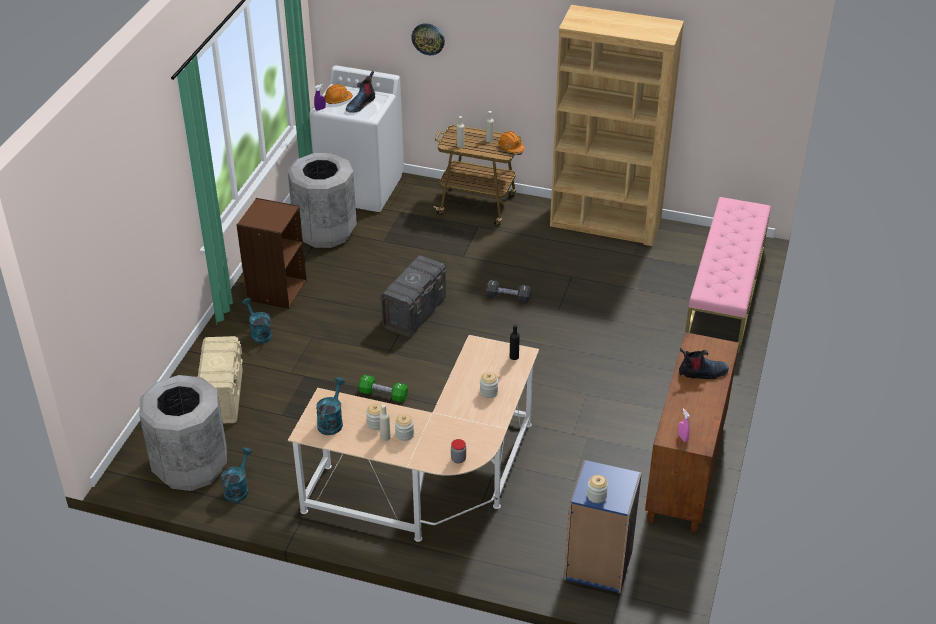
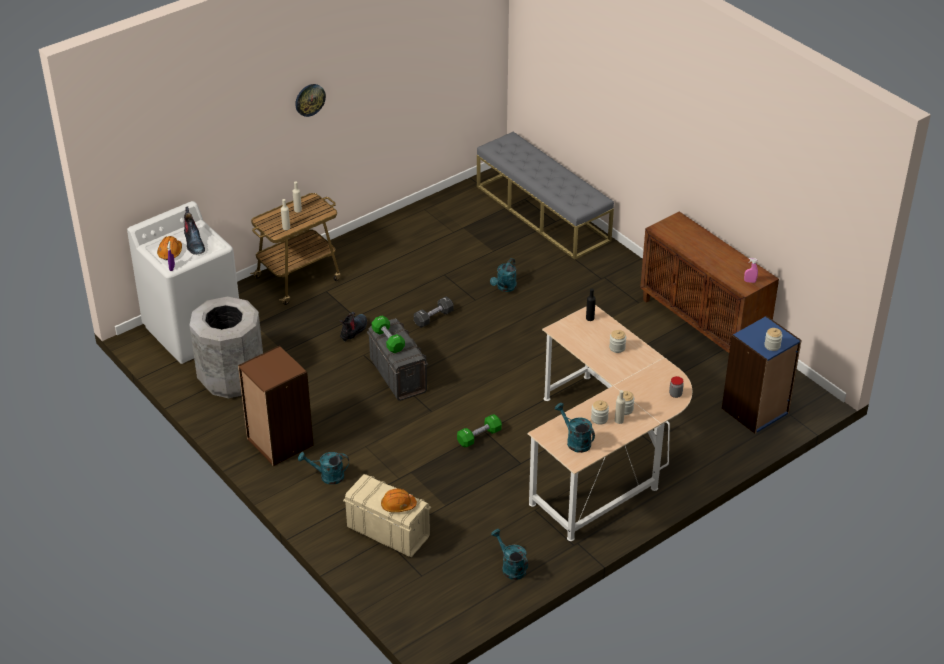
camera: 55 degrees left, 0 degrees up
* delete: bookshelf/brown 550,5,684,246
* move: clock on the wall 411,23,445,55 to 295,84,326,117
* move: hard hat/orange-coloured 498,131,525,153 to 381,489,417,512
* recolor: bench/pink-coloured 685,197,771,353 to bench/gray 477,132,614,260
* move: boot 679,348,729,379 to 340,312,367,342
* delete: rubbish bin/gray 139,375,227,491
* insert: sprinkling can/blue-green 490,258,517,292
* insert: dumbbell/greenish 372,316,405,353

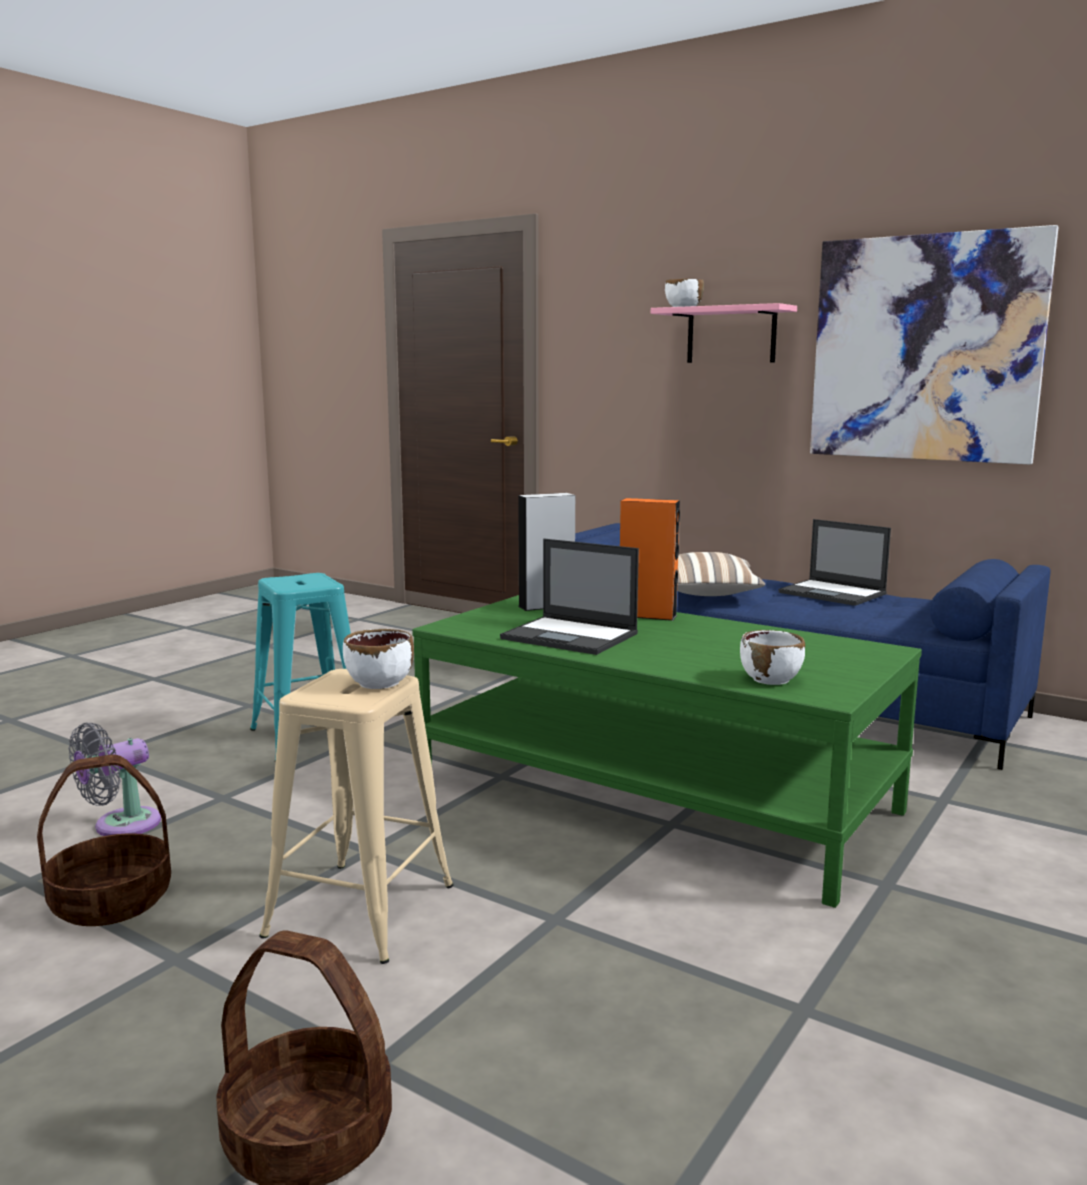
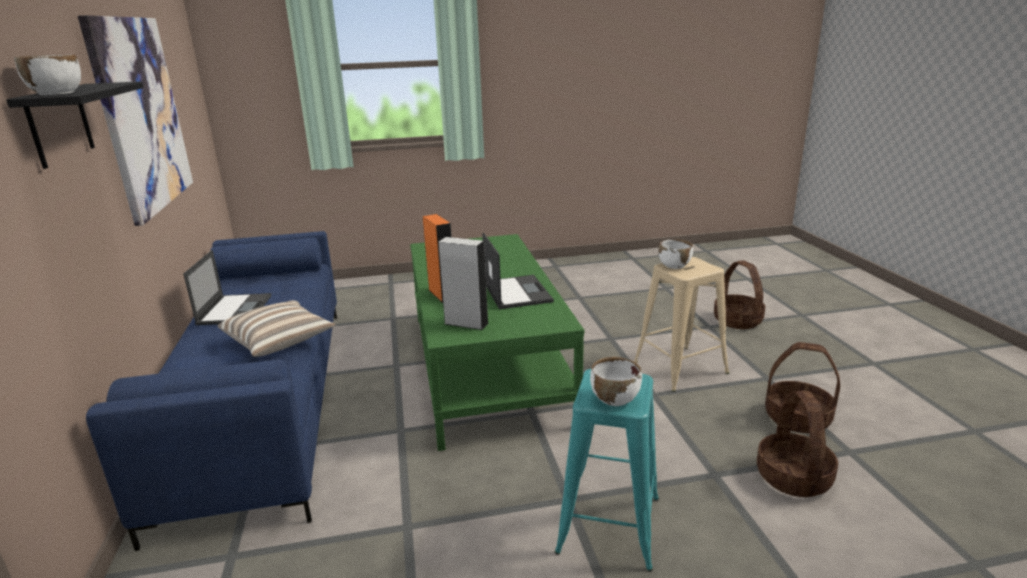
camera: 135 degrees left, 10 degrees up
* recolor: bracket shelf/pink-coloured 651,303,797,363 to bracket shelf/black 6,81,143,169
* move: deep dish/white 740,630,805,685 to 590,357,642,406
* replace: cooling fan/gray 69,723,161,836 to basket 757,391,838,497

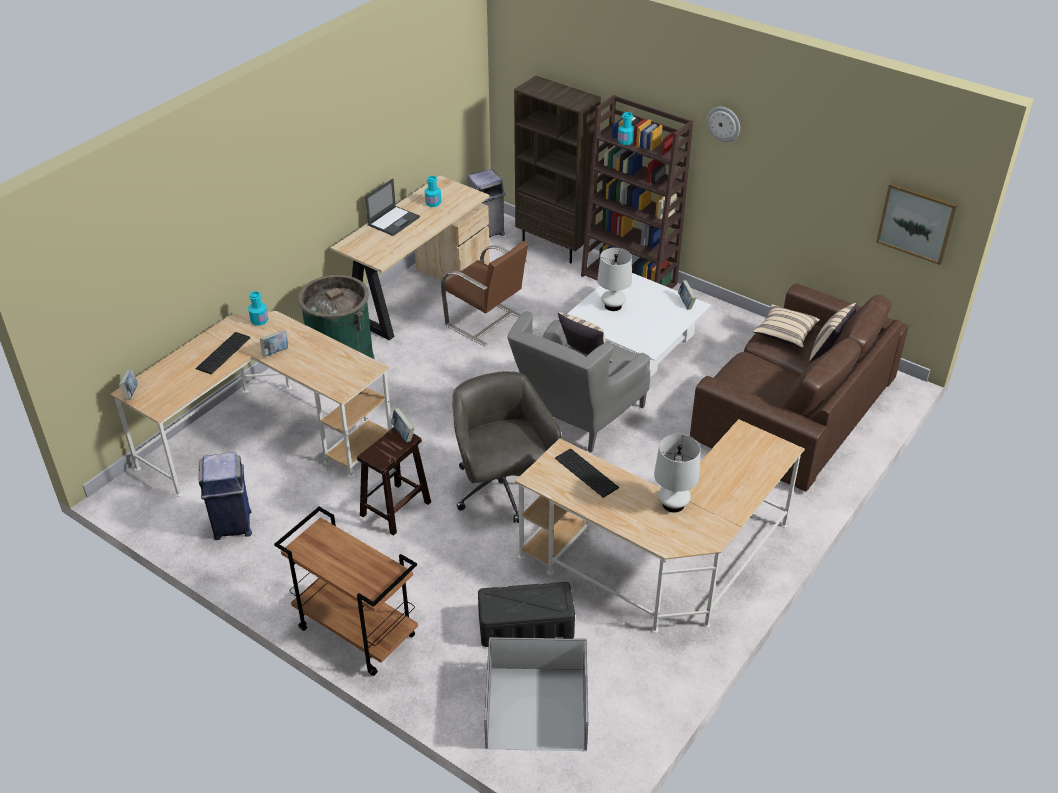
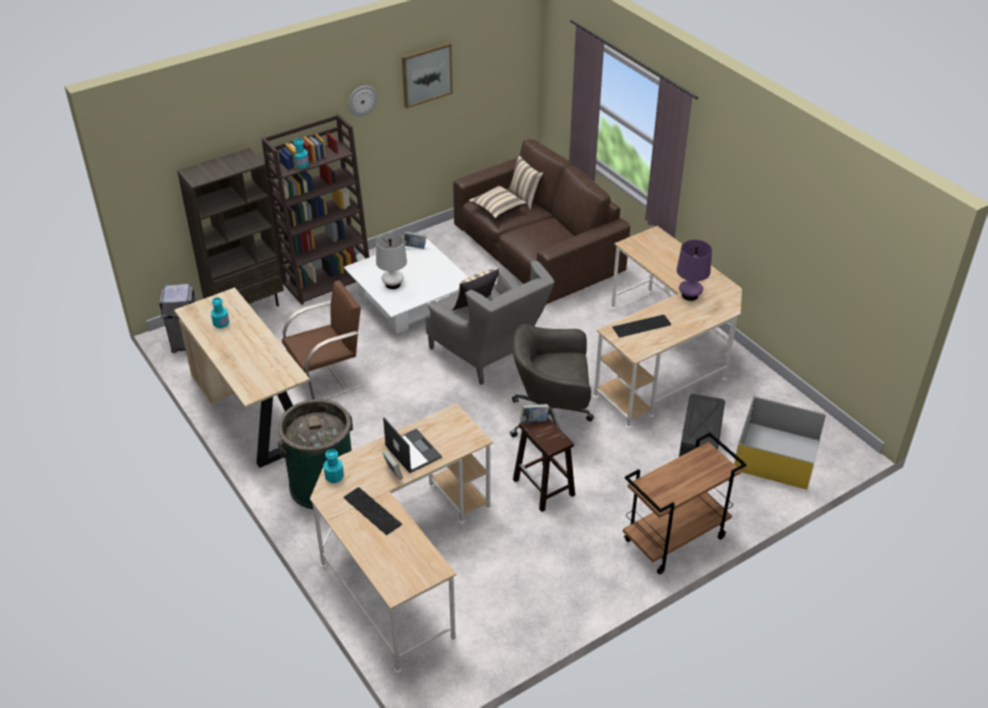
camera: 70 degrees left, 0 degrees up
* move: portable computer 365,179,420,236 to 383,417,442,473
* move: wall art 876,183,958,265 to 402,43,453,108
* delete: book 119,369,138,401
* recolor: table lamp/white 654,434,701,512 to table lamp/purple 677,240,712,301
* delete: rubbish bin/blue-coloured 199,452,252,540

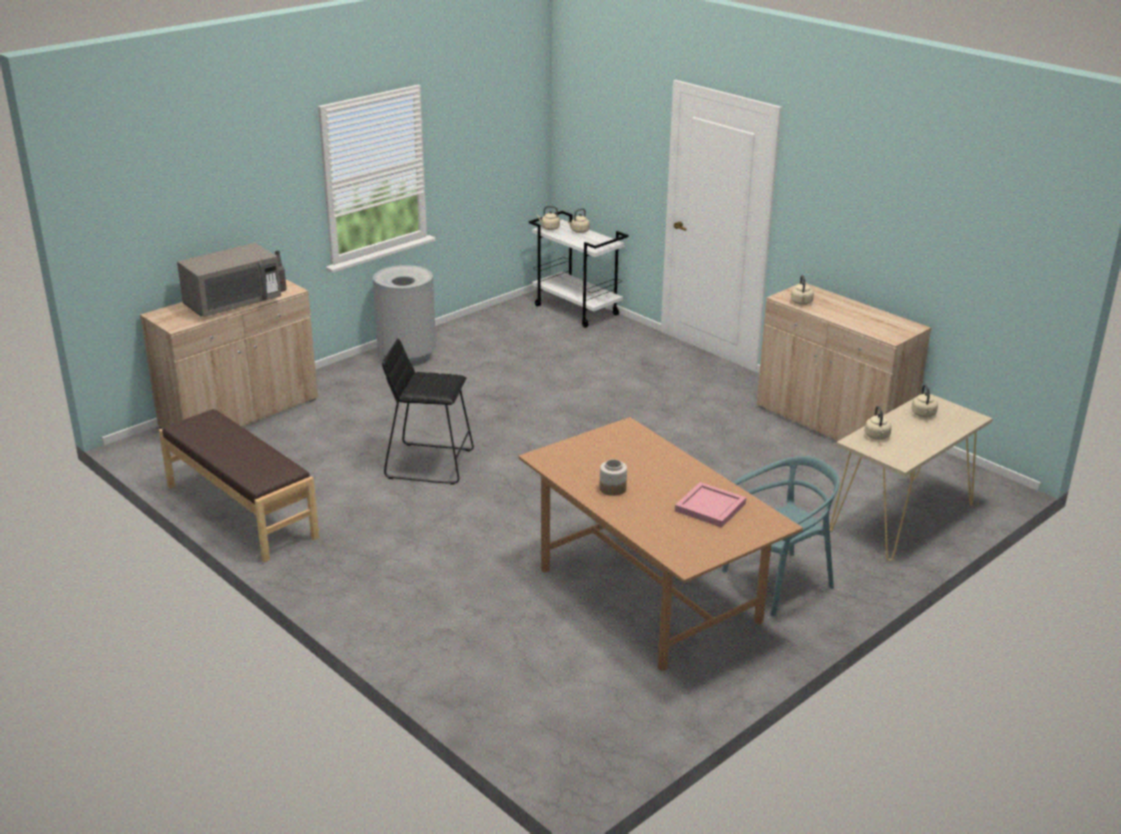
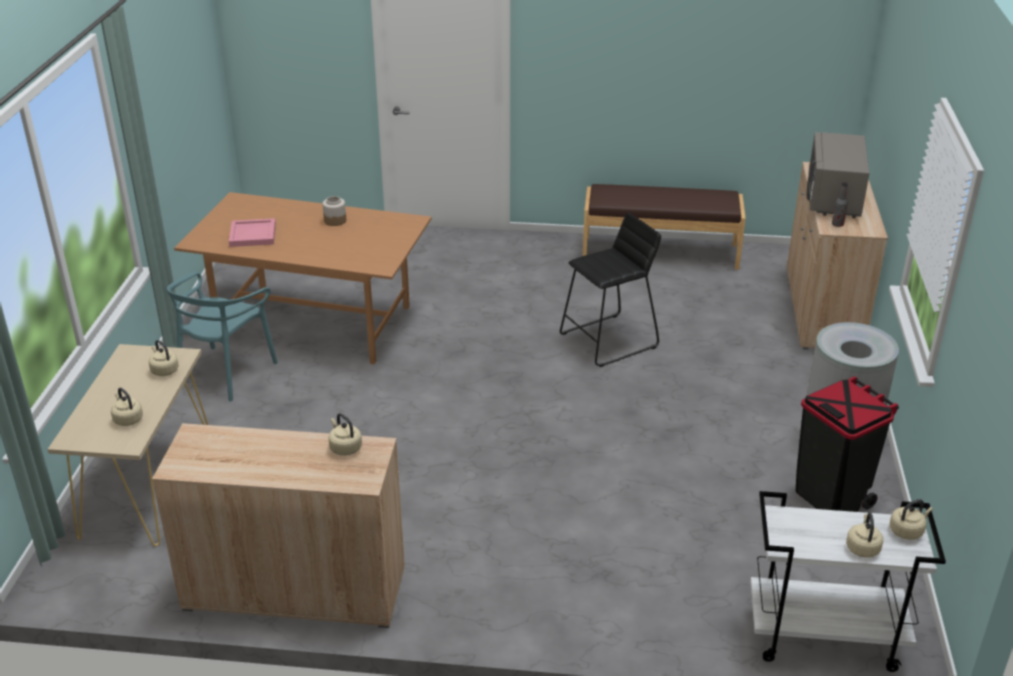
camera: 140 degrees right, 5 degrees up
* insert: rubbish bin/black 795,377,899,512

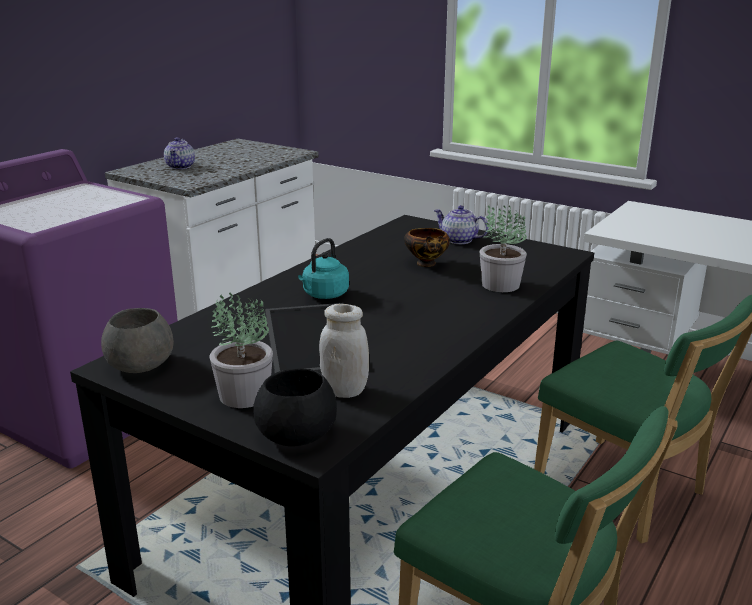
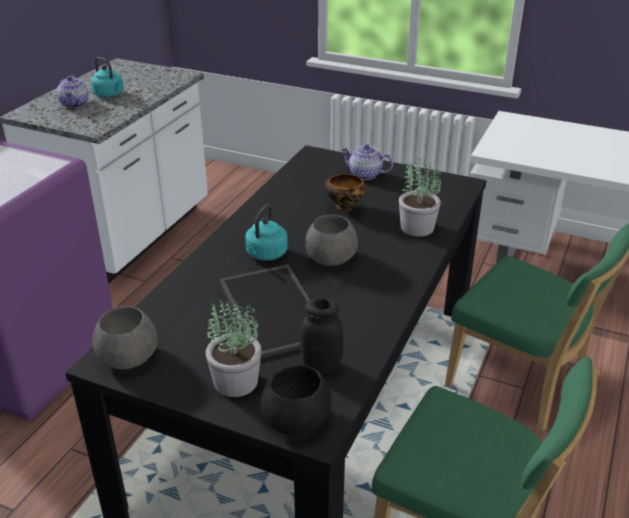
camera: 10 degrees left, 10 degrees up
* recolor: preserve jar/white 319,304,369,398 to preserve jar/black 300,298,344,375
* insert: kettle/blue-green 91,57,124,97
* insert: deep dish/gray 305,215,358,266

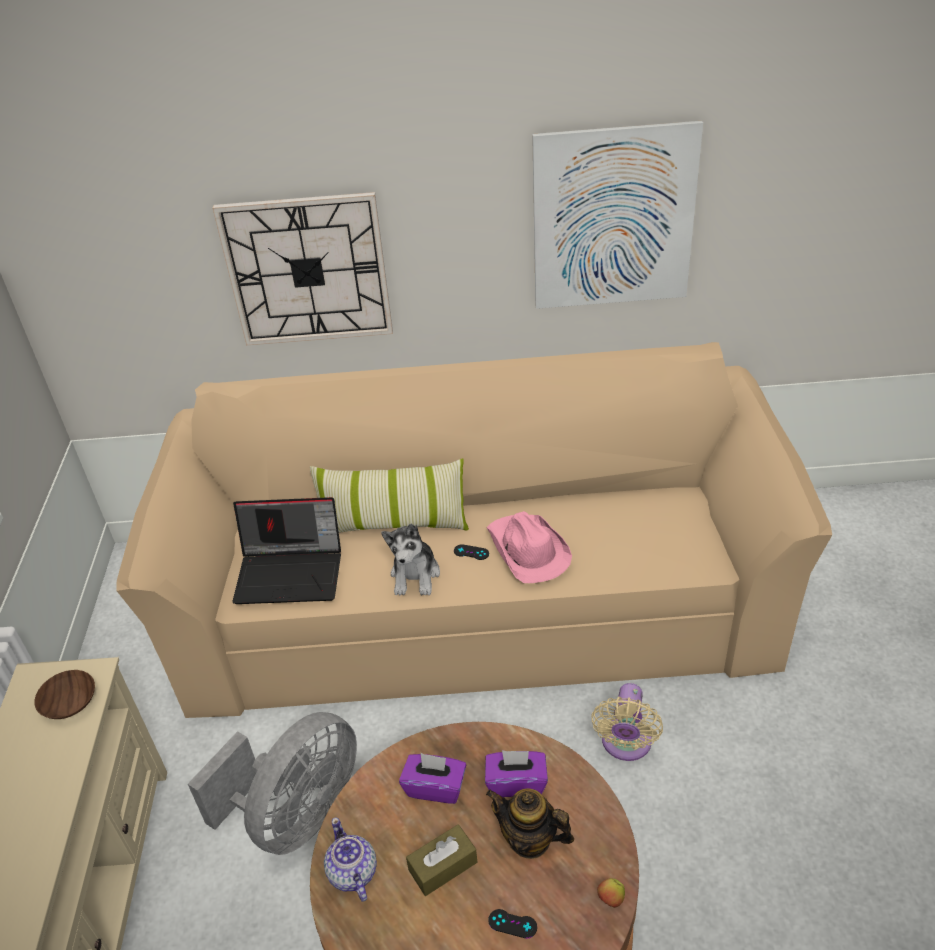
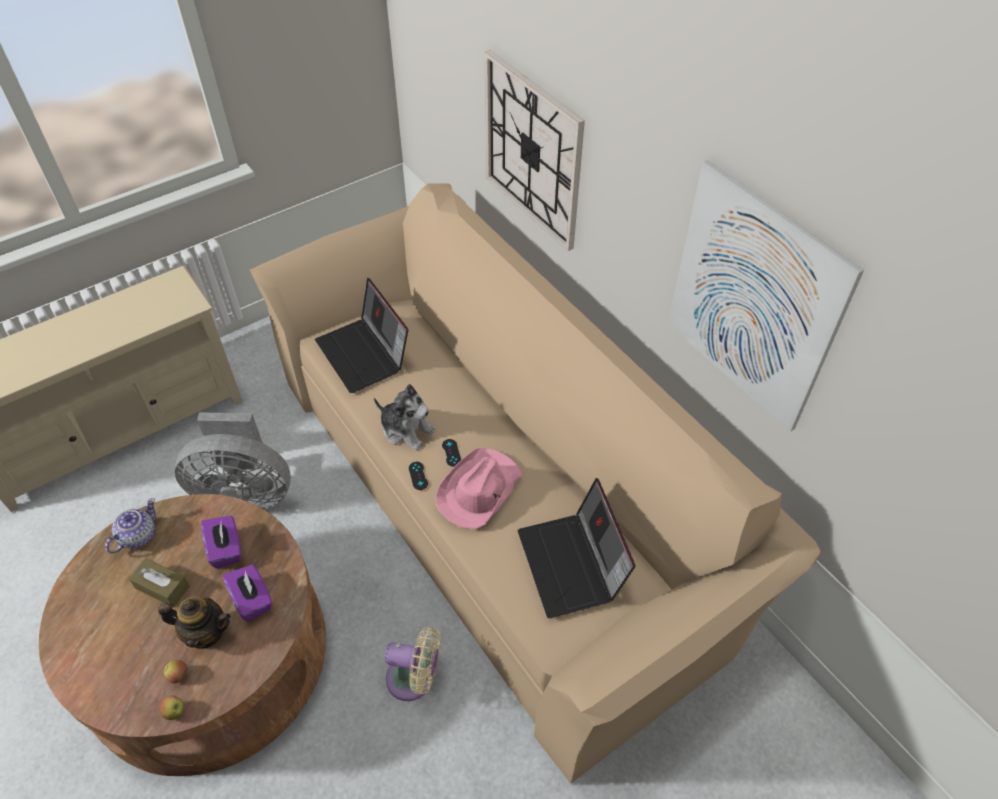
camera: 55 degrees right, 10 degrees up
* delete: cushion 310,458,469,533
* rotate: plush toy 381,523,440,596 = 374,384,435,450 120 degrees counterclockwise
* delete: deep dish/brown 34,670,95,719
* rotate: cooling fan/sand-coloured 591,683,663,761 = 385,627,441,701 150 degrees counterclockwise
* rotate: tea pot 486,788,574,859 = 158,596,231,649 105 degrees clockwise
* move: joypad/black 488,909,537,938 to 409,462,428,490
* insert: portable computer 518,478,635,618
* insert: whole apple 164,660,187,683

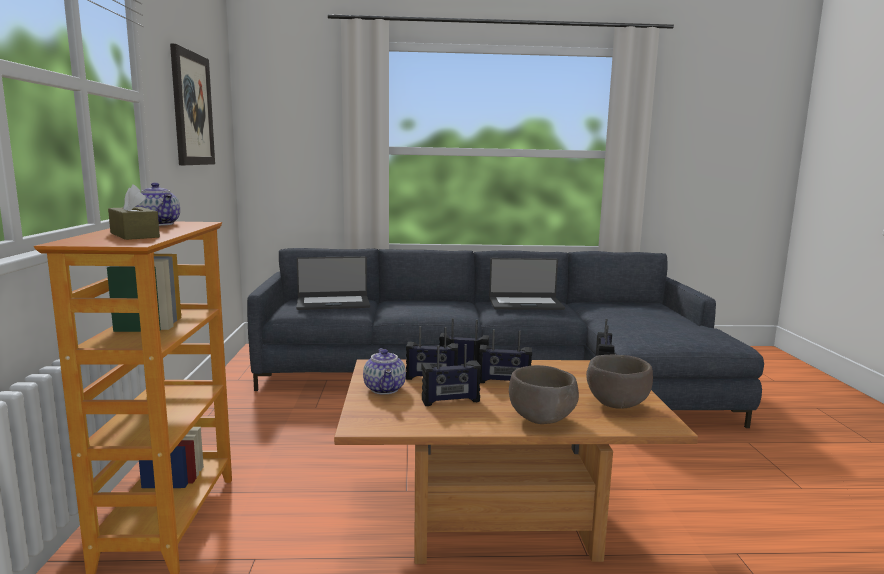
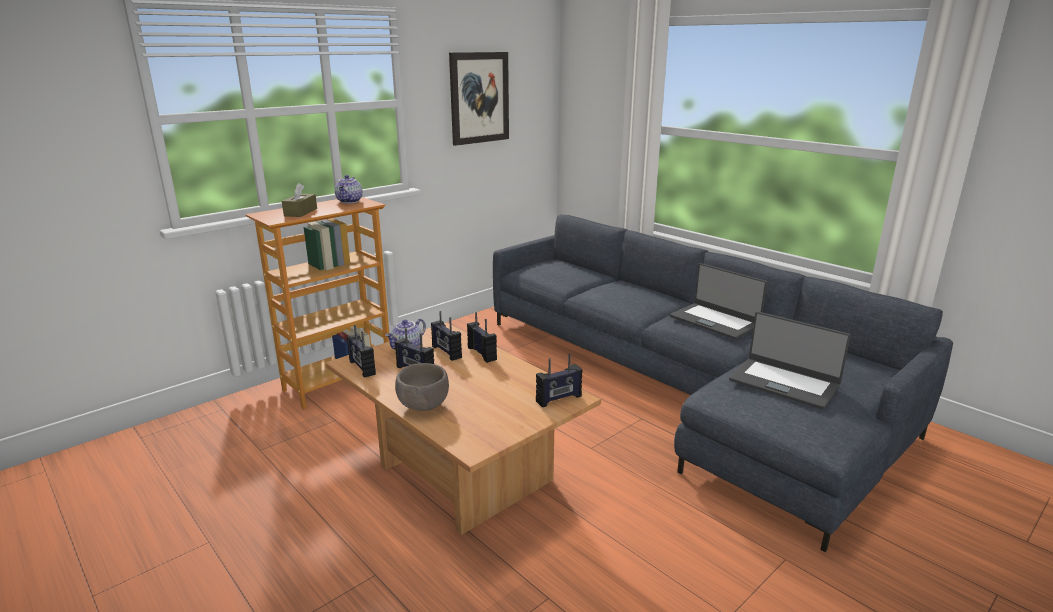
camera: 50 degrees right, 10 degrees up
* move: portable computer 297,256,370,310 to 729,312,851,409
* move: radio set 479,329,532,383 to 347,325,376,378
* delete: deep dish/brown 586,355,653,409

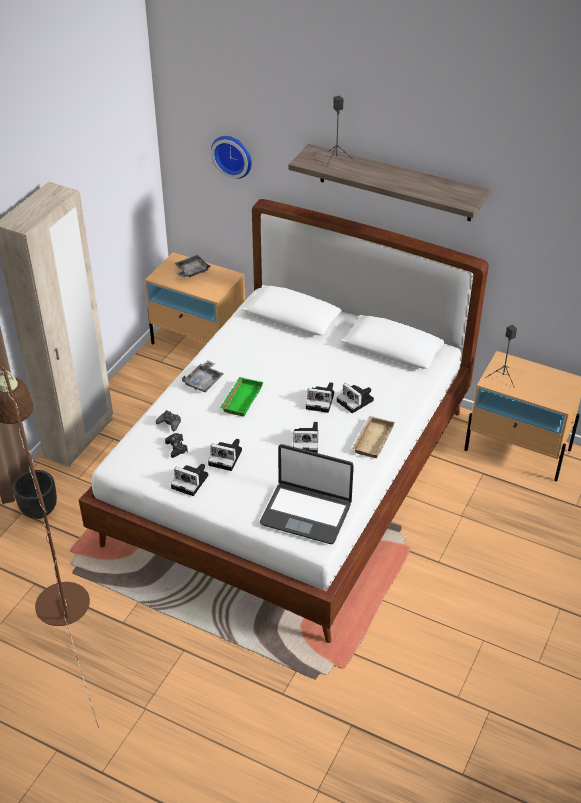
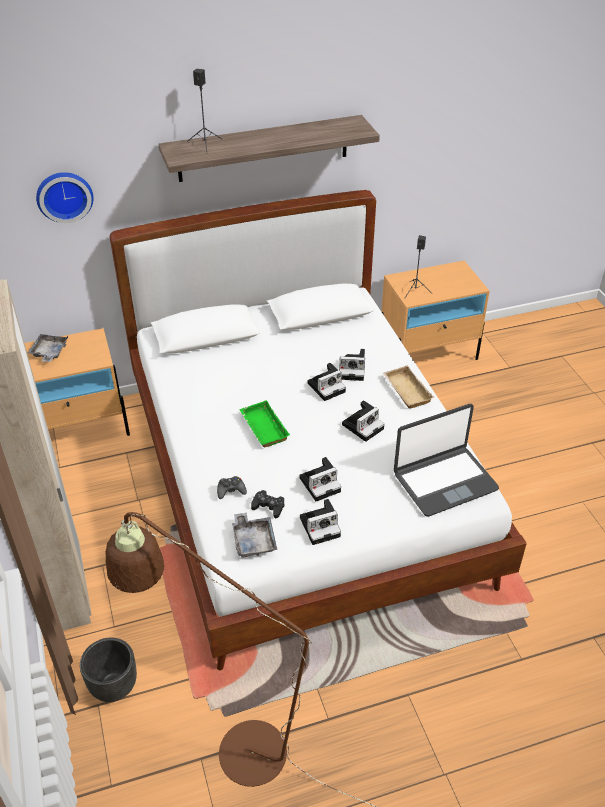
camera: 45 degrees left, 0 degrees up
* move: tray/gray 182,360,223,392 to 232,512,277,558

